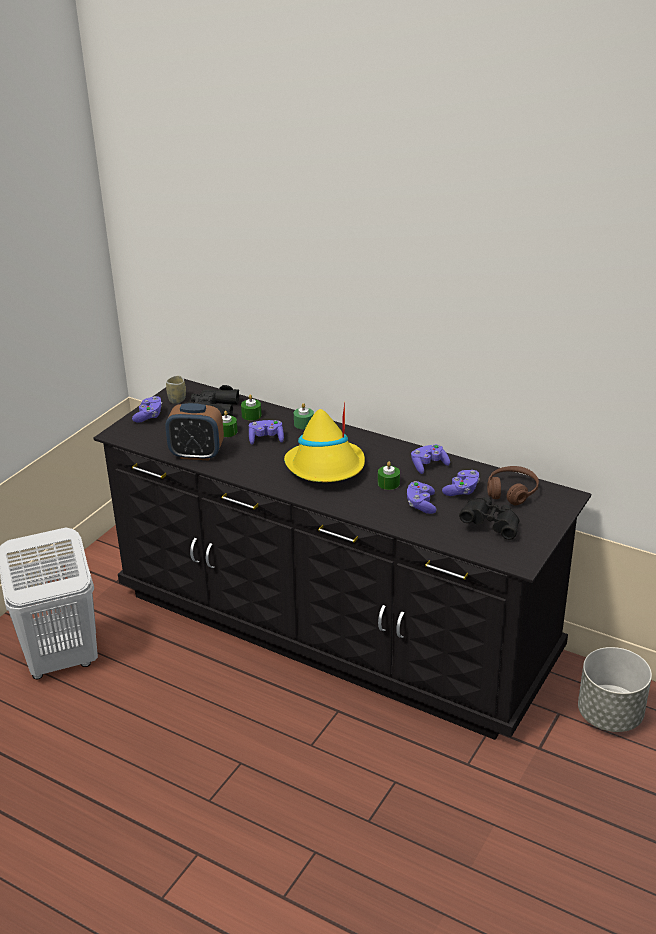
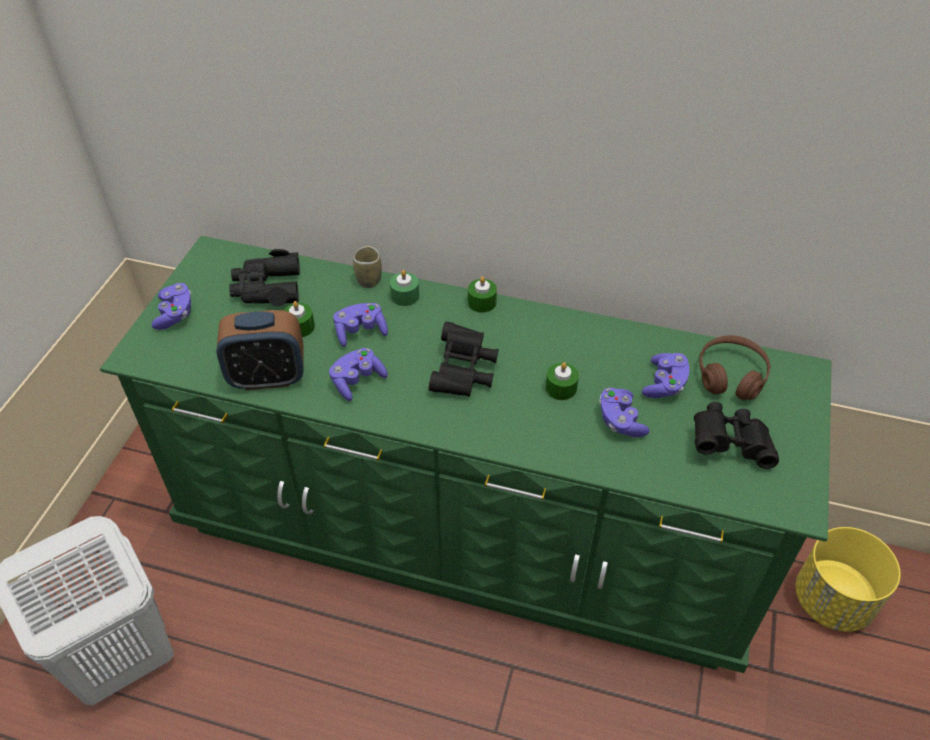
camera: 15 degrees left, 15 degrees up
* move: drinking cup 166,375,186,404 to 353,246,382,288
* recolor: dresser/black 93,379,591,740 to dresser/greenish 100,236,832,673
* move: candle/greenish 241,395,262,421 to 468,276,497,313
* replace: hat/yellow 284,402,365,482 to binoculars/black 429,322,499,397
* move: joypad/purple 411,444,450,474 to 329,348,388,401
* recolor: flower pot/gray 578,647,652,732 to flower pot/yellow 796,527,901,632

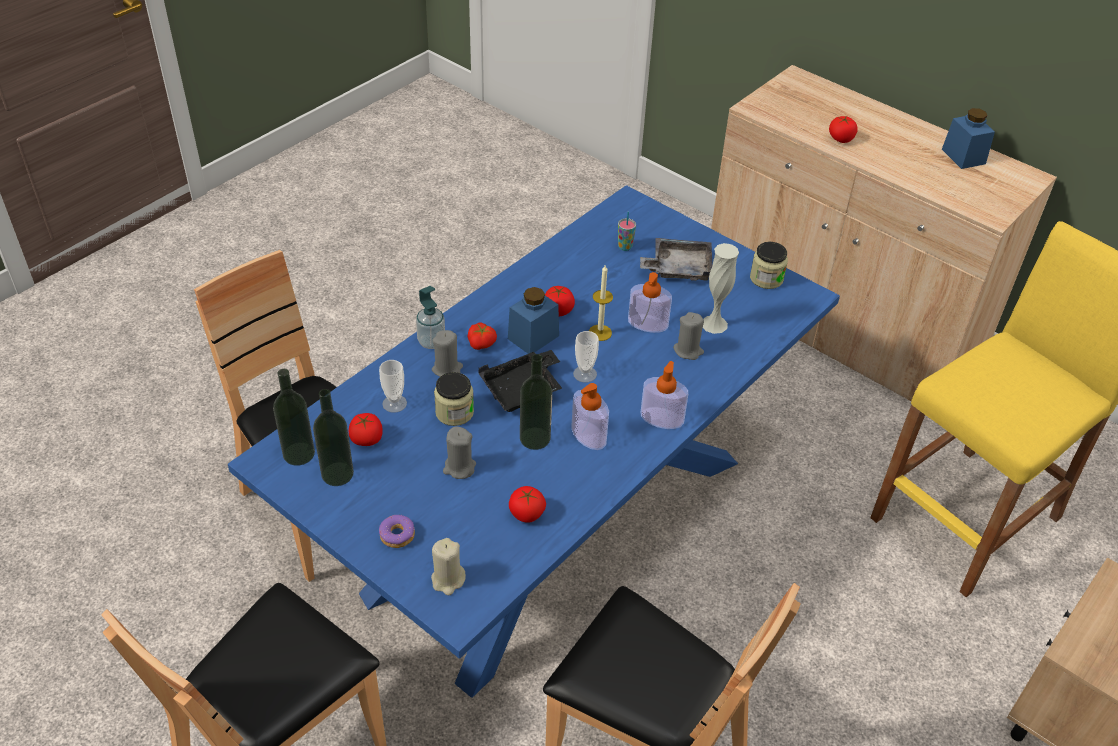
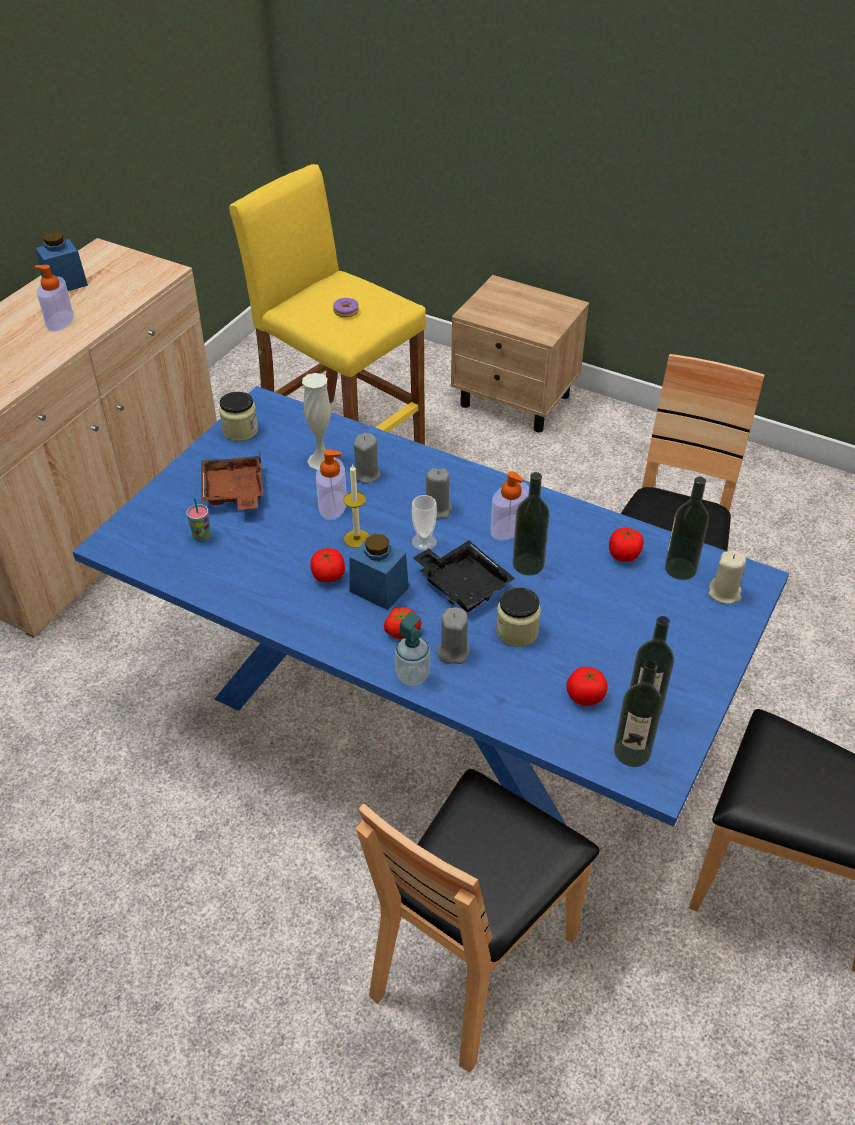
camera: 100 degrees left, 0 degrees up
* delete: fresh tomato 829,116,858,143
* recolor: tray/gray 640,238,713,281 to tray/brown 201,453,263,510
* delete: drinking cup 379,360,407,413
* move: soap bottle 641,361,688,429 to 35,265,74,332
* move: candle/gray 443,427,476,479 to 426,468,453,519
* move: ring doughnut 379,515,415,548 to 333,298,359,317
* insert: drink bottle 665,477,709,580

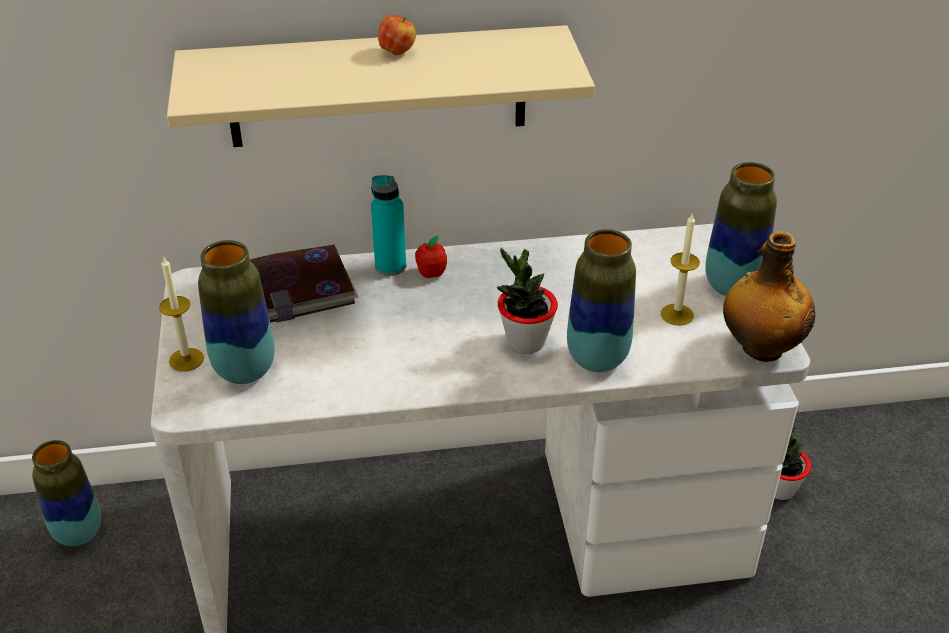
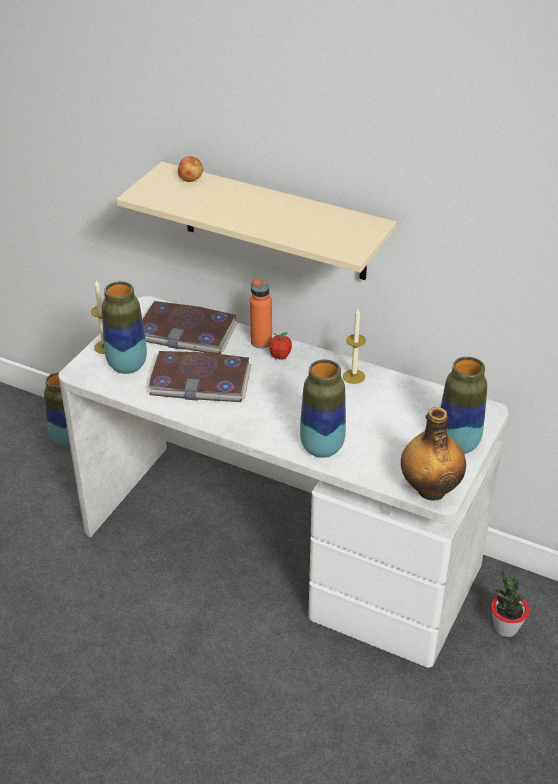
camera: 35 degrees right, 0 degrees up
* move: whole apple 378,15,416,55 to 178,156,203,182
* recolor: drink bottle/blue-green 371,175,406,276 to drink bottle/orange-coloured 250,279,272,349
* move: candle 661,214,700,326 to 343,309,366,384
* delete: potted plant 497,248,558,354
* insert: book 147,351,251,402

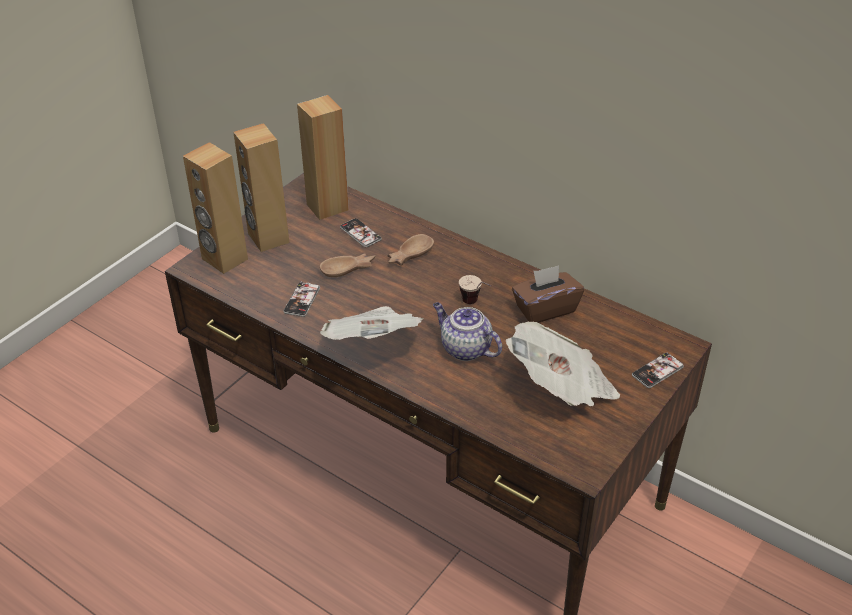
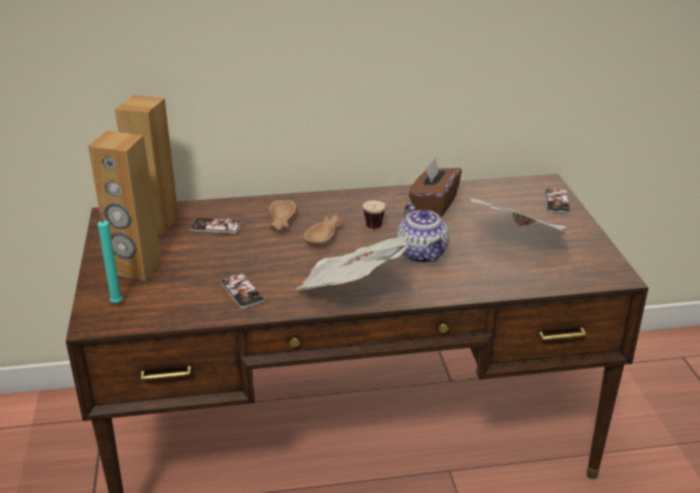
camera: 45 degrees left, 10 degrees down
* replace: audio speaker/brown 183,142,248,274 to candle/blue-green 98,208,123,304
* move: deep dish/brown 320,253,375,277 to 304,214,344,246
* rotate: tea pot 433,302,502,361 = 397,203,449,263 105 degrees counterclockwise

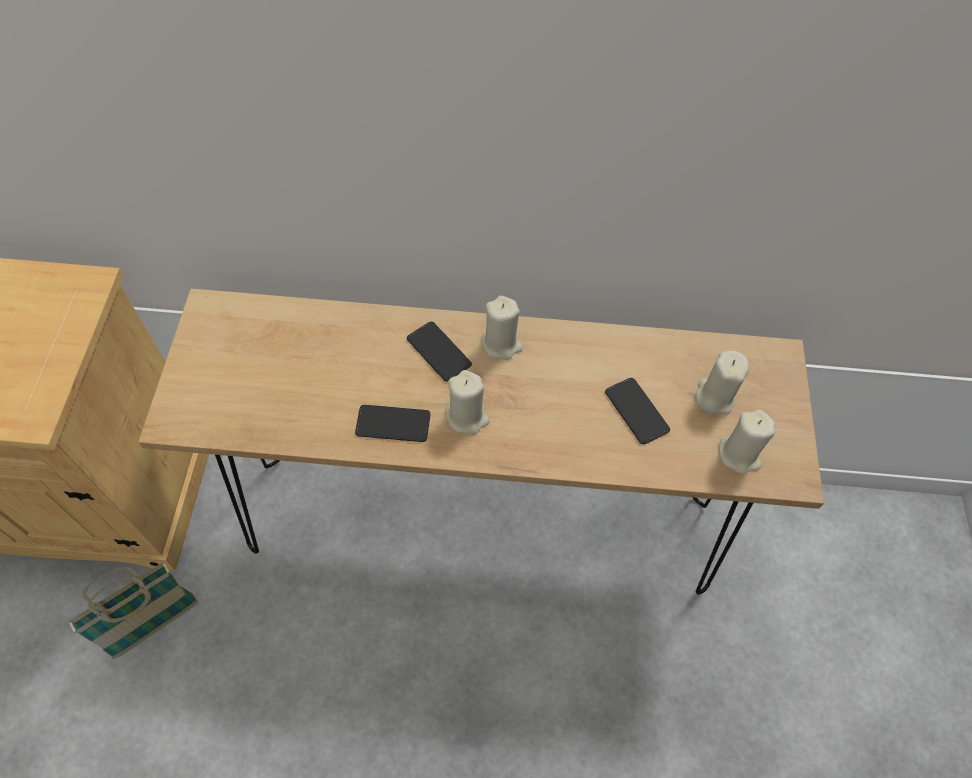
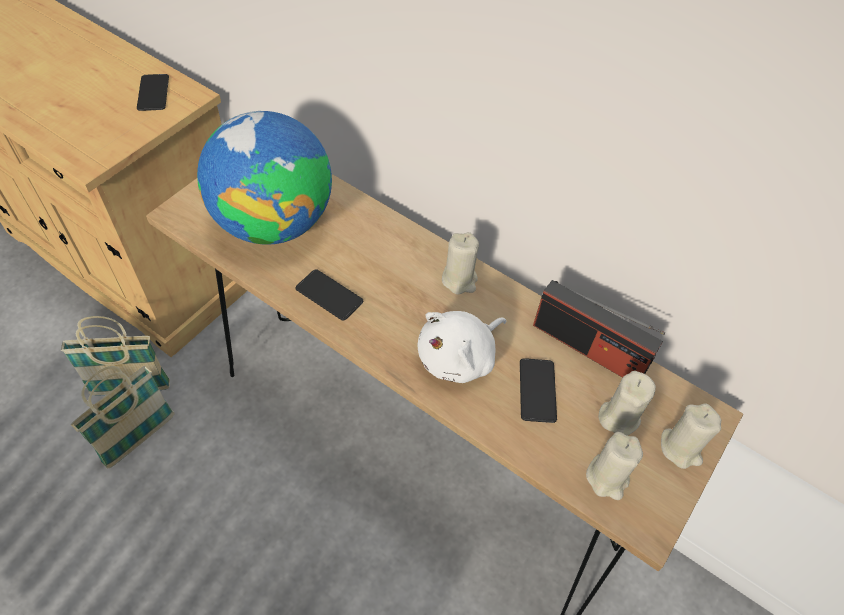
camera: 30 degrees right, 5 degrees down
* move: telephone 407,322,472,382 to 137,74,169,111
* move: candle/sand-coloured 445,370,490,435 to 661,403,721,469
* insert: desk globe 197,111,332,245
* insert: radio set 533,280,665,378
* insert: plush toy/white 418,311,506,383
* insert: basket 71,366,175,469

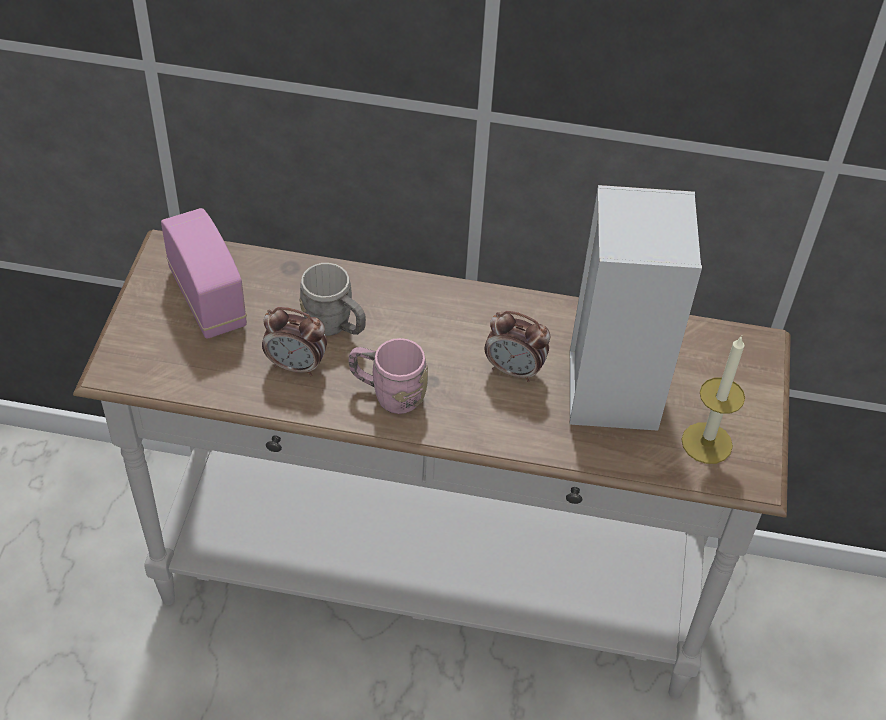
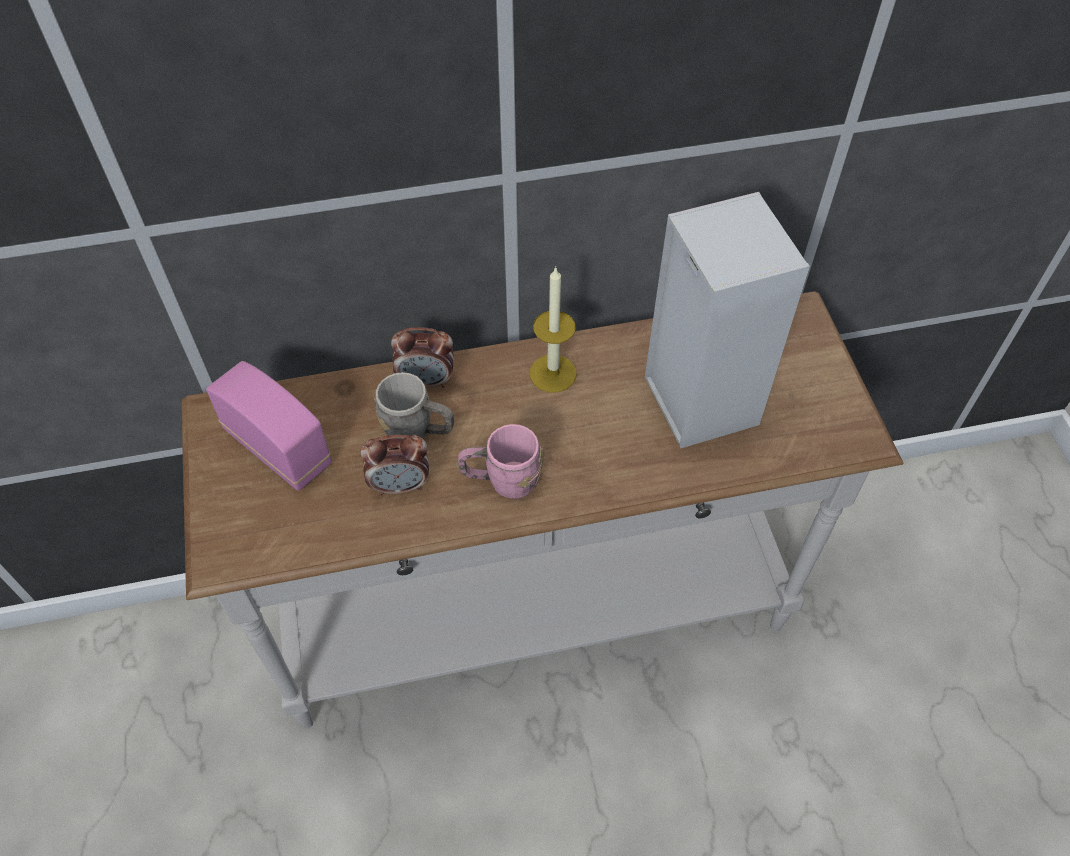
camera: 20 degrees left, 5 degrees up
* move: alarm clock 485,311,550,382 to 391,327,454,388
* move: candle 682,335,745,464 to 530,267,577,393

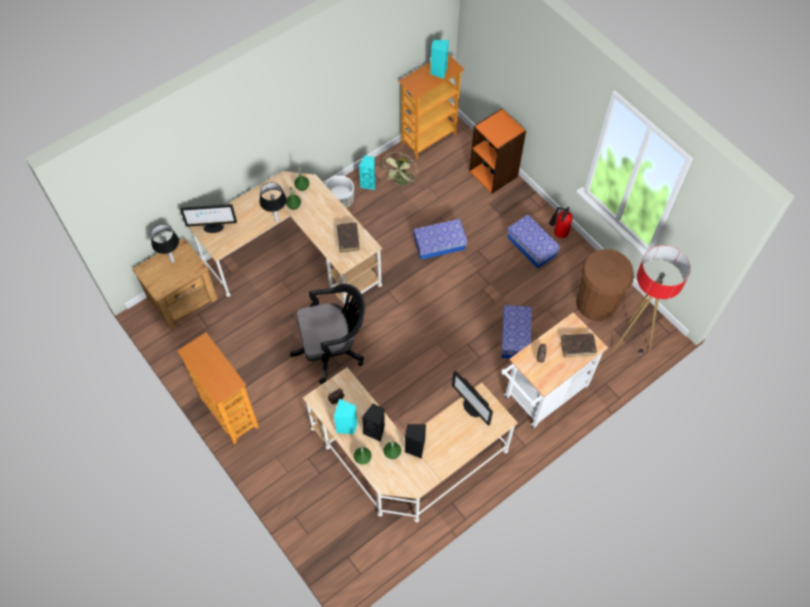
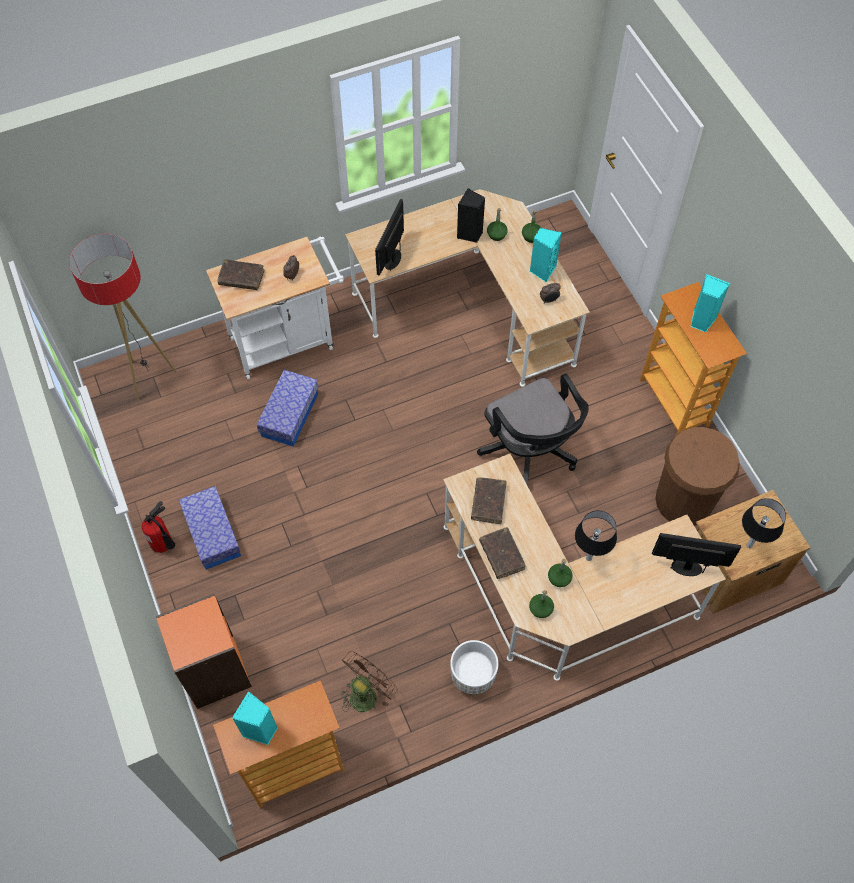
camera: 165 degrees left, 0 degrees up
* recolor: cooling fan/greenish 381,152,418,185 to cooling fan/brown 341,651,398,712
* move: audio speaker/blue-green 359,156,375,190 to 691,274,730,332
* delete: storage bin 413,219,467,259
* move: rubbish bin/brown 576,249,634,321 to 656,427,740,526
* rotate: computer chair/black 290,284,365,384 = 477,373,589,486 120 degrees counterclockwise
* rotate: computer screen 452,371,493,426 = 375,199,404,275 135 degrees counterclockwise
* delete: audio speaker/black 362,404,385,441
* insert: book/brown 479,527,525,579

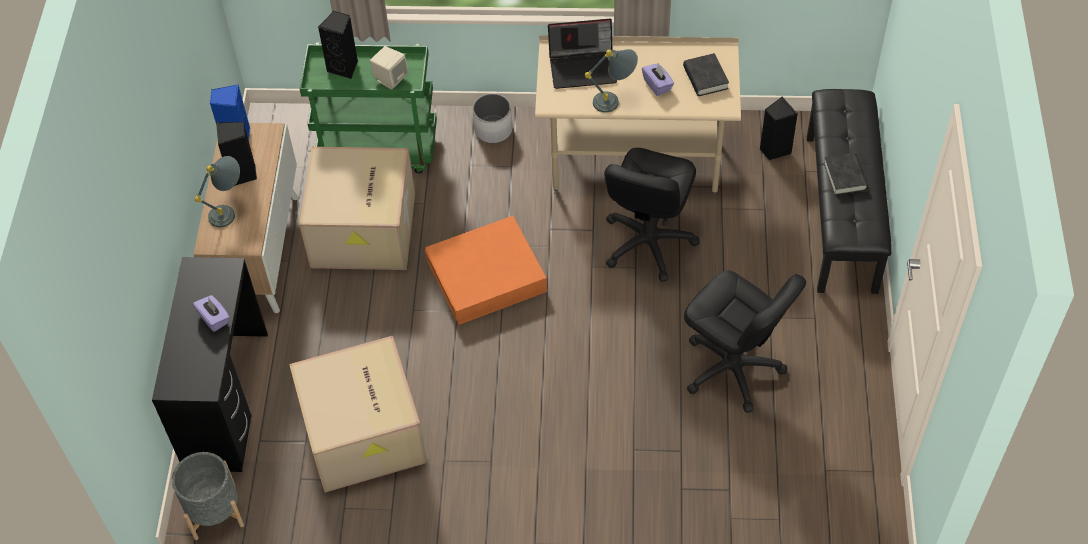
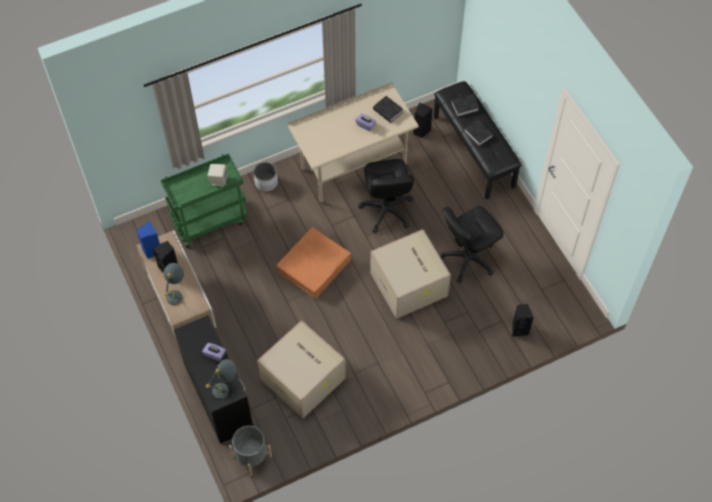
camera: 30 degrees left, 5 degrees up
* move: audio speaker/black 318,11,358,80 to 512,304,534,337
* delete: portable computer 548,19,617,89
* move: table lamp/gray 585,49,638,113 to 206,359,236,399
* move: packing box 299,147,415,270 to 370,229,451,319
* rotate: computer chair/black 684,270,806,413 = 439,206,503,283 135 degrees clockwise
* insert: book/black 451,94,480,117

